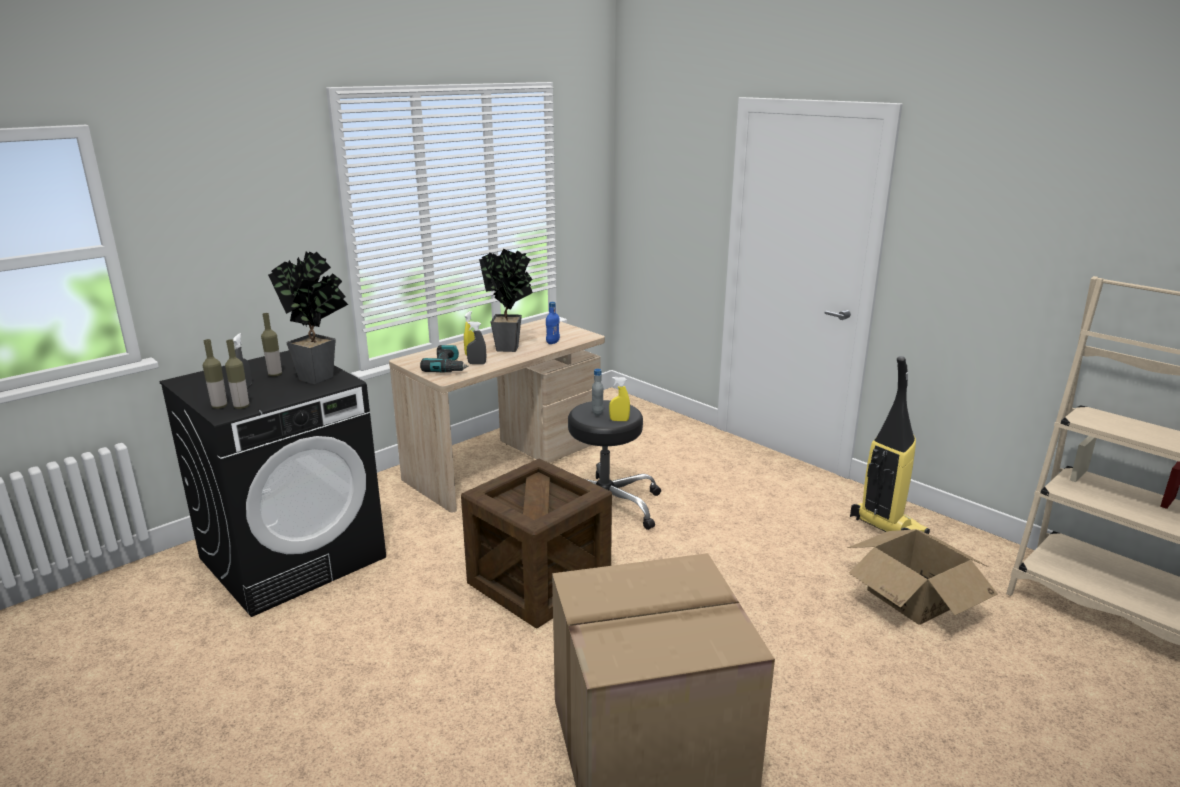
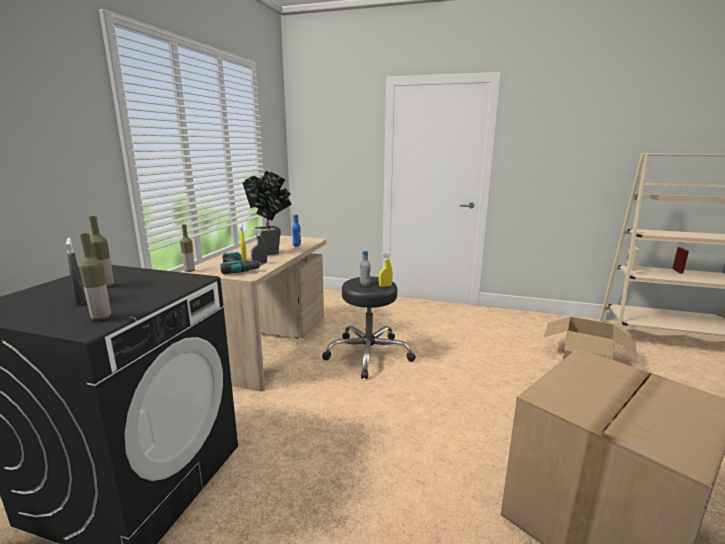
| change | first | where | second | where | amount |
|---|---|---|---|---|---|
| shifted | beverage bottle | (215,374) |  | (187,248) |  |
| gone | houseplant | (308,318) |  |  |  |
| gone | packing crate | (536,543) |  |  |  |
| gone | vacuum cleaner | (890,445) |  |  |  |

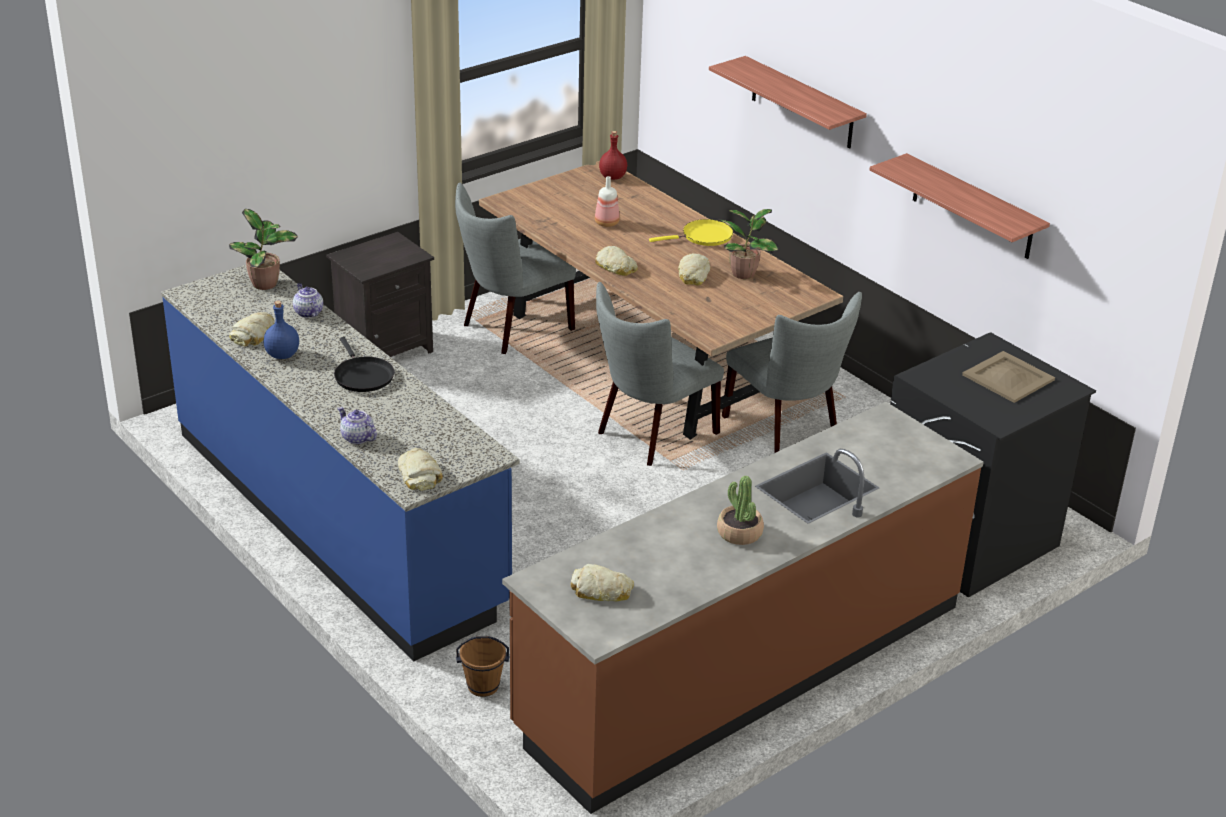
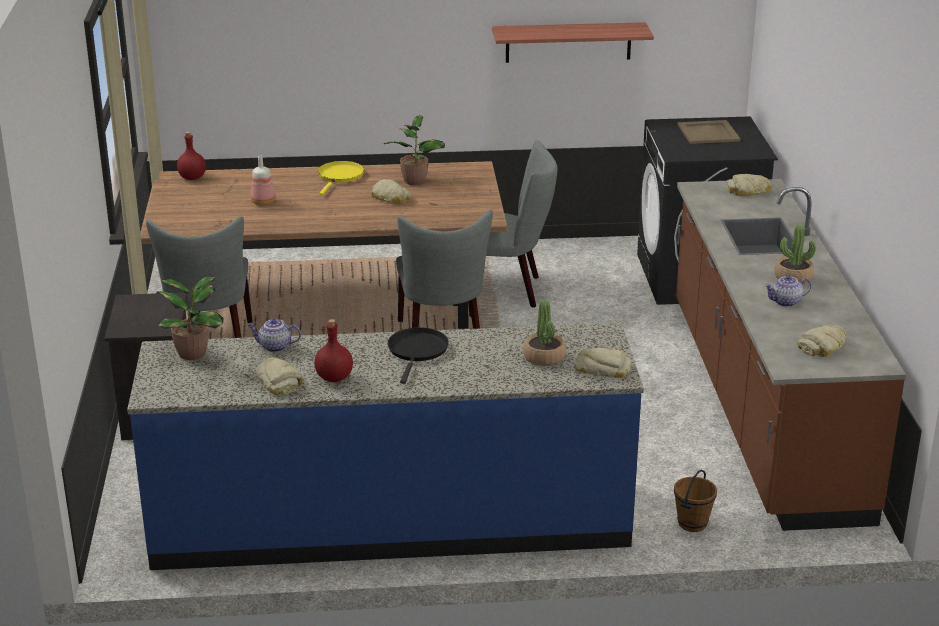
| change | first | where | second | where | amount |
|---|---|---|---|---|---|
| repainted | blue beverage bottle | (281,330) | red beverage bottle | (333,350) |  |
| rotated | black-coloured skillet | (364,364) |  | (418,355) | 90 degrees counterclockwise |
| shifted | teapot | (357,425) |  | (787,291) |  |
| shifted | bakery bread | (616,261) |  | (749,185) |  |
| gone | wall shelf | (788,102) |  |  |  |
| new |  |  | houseplant | (544,332) |  |

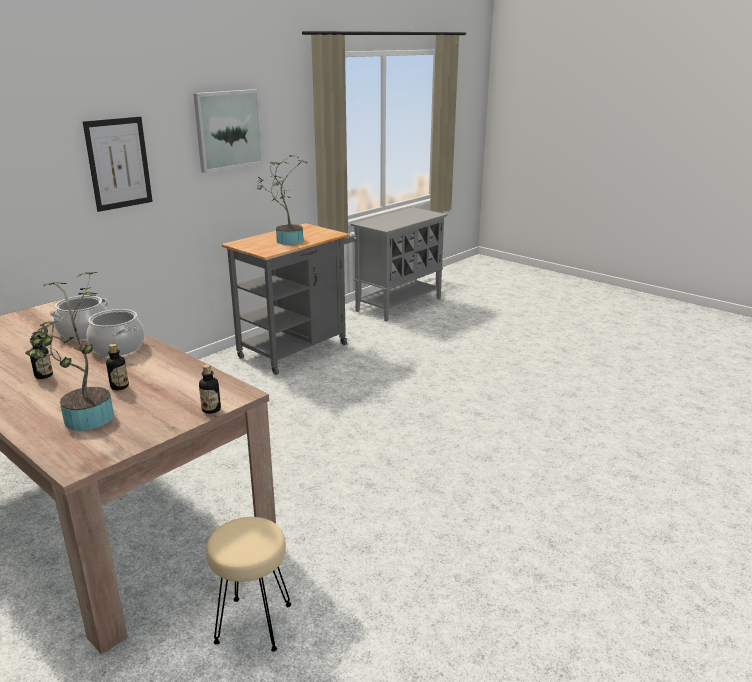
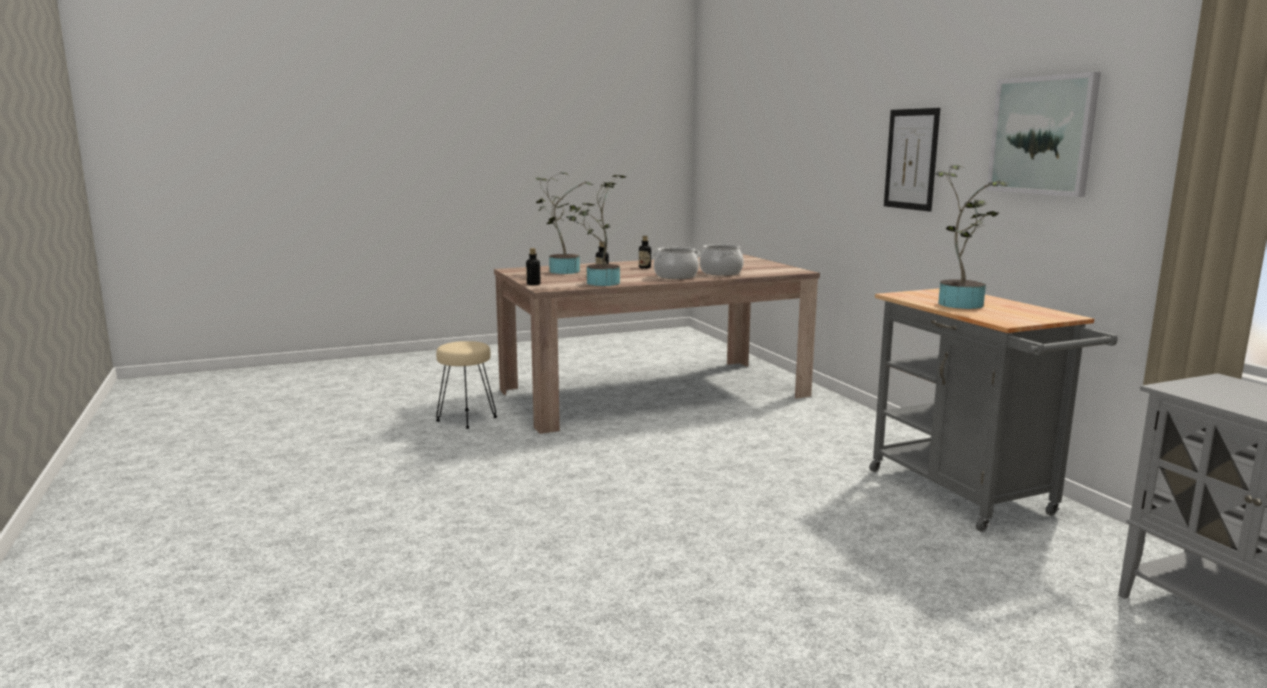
| change | first | where | second | where | amount |
|---|---|---|---|---|---|
| new |  |  | houseplant | (596,230) |  |

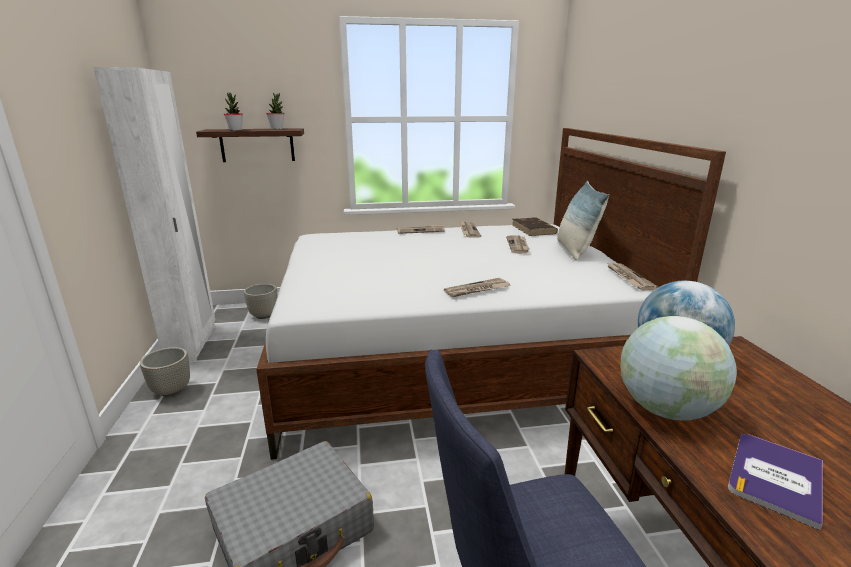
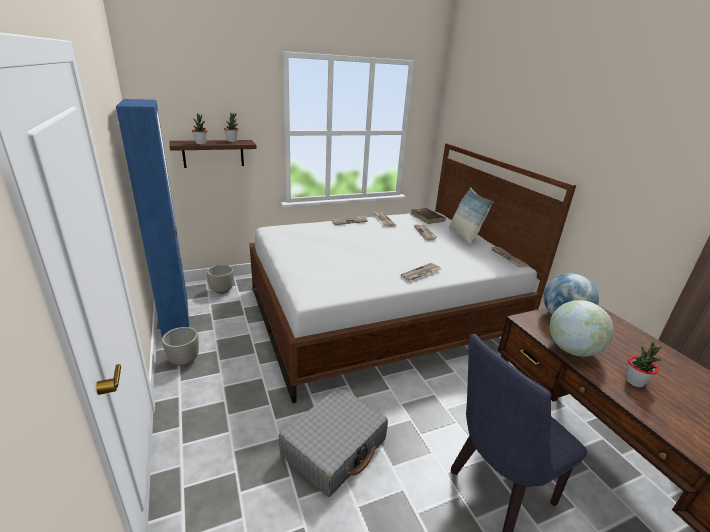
| change | first | where | second | where | amount |
|---|---|---|---|---|---|
| repainted | white armoire | (154,214) | blue armoire | (152,218) |  |
| swapped | bound book | (775,482) | houseplant | (643,364) |  |

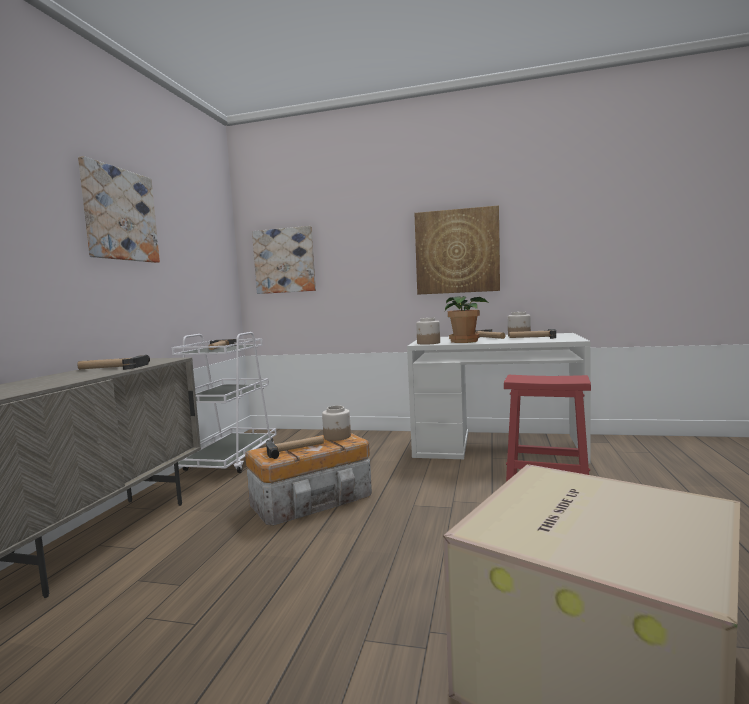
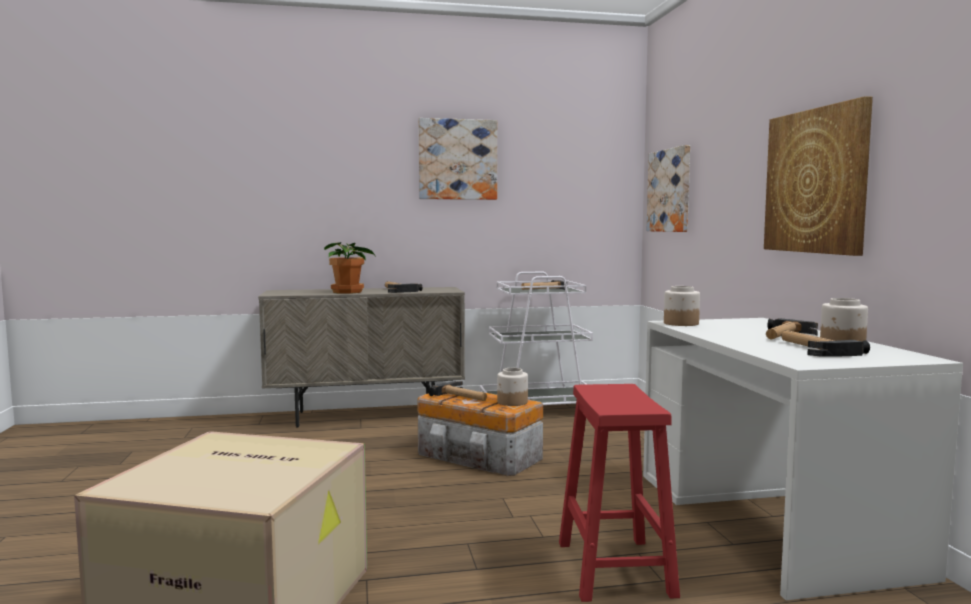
| change | first | where | second | where | amount |
|---|---|---|---|---|---|
| shifted | houseplant | (466,319) |  | (349,268) |  |

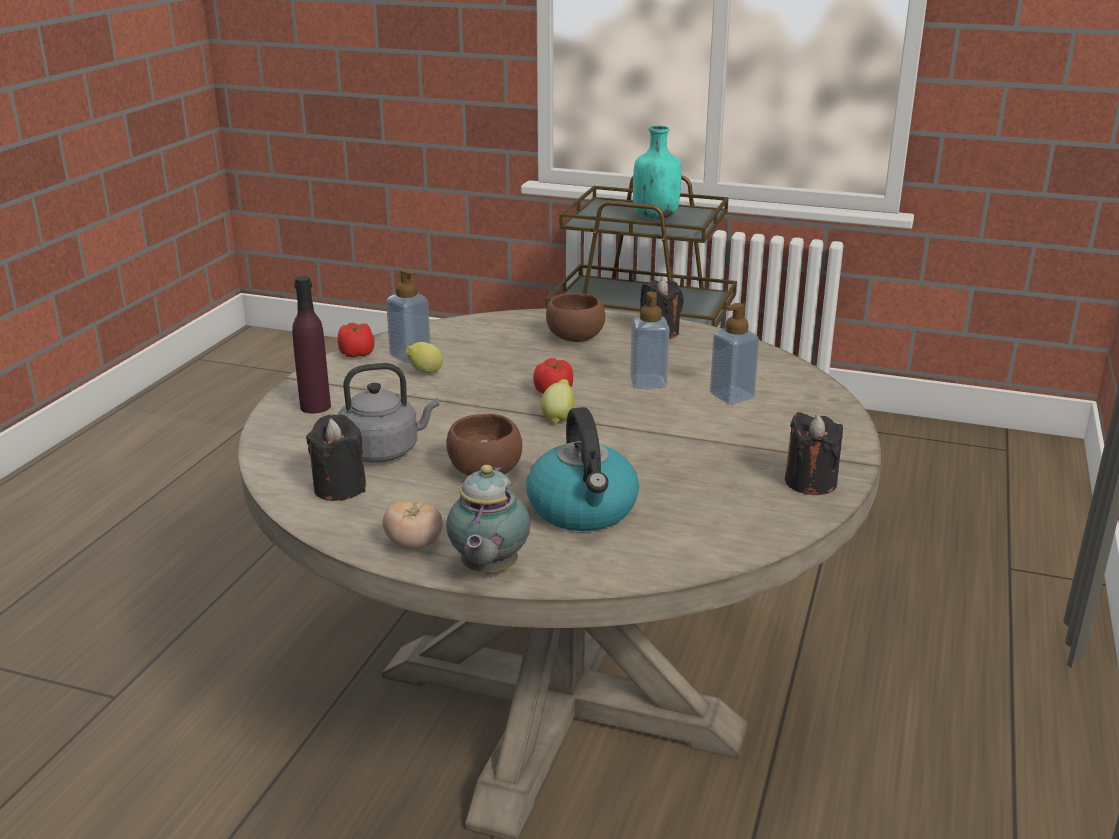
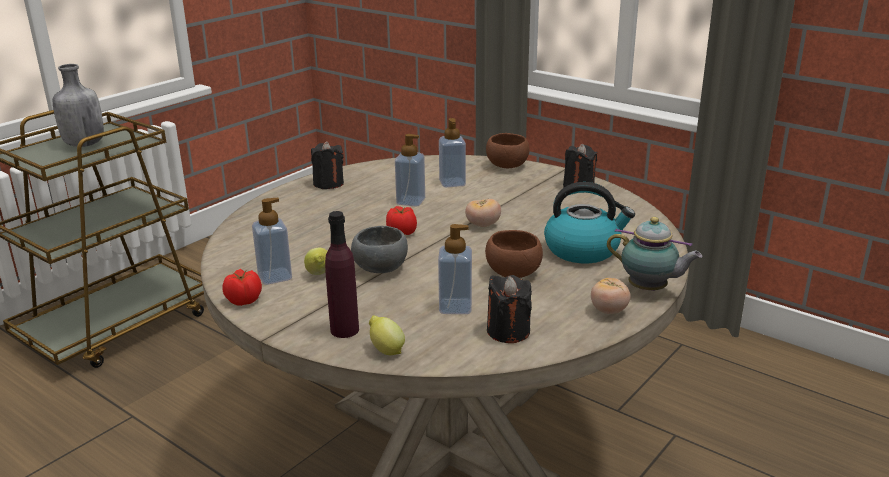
| change | first | where | second | where | amount |
|---|---|---|---|---|---|
| swapped | gray water kettle | (388,413) | soap bottle | (455,269) |  |
| shifted | citrus fruit | (558,401) |  | (387,335) |  |
| shifted | brown-coloured bowl | (575,317) |  | (508,150) |  |
| repainted | turquoise-coloured beverage bottle | (657,172) | gray beverage bottle | (78,105) |  |
| new |  |  | gray bowl | (379,249) |  |
| new |  |  | tomato | (483,213) |  |

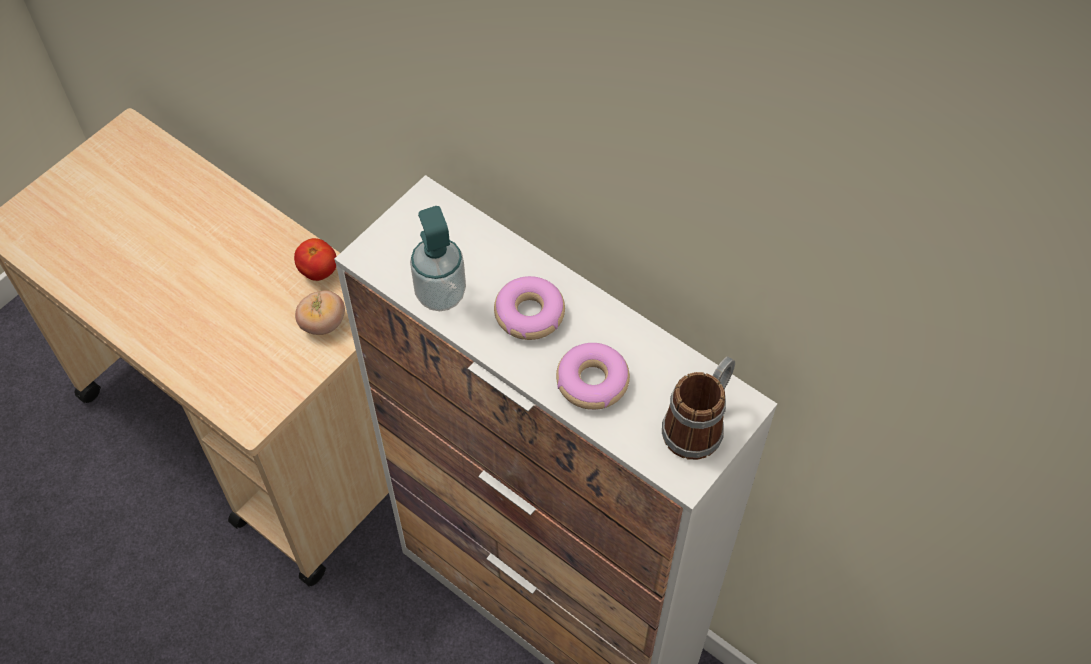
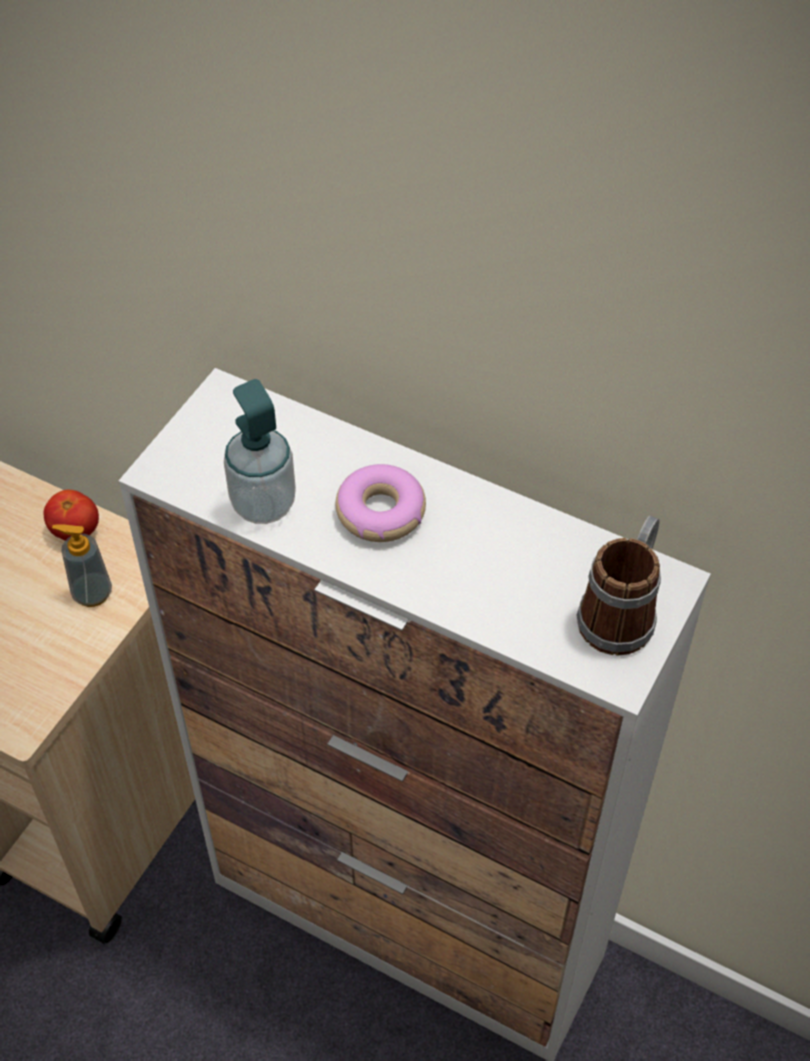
| change | first | where | second | where | amount |
|---|---|---|---|---|---|
| swapped | tomato | (320,312) | soap bottle | (82,565) |  |
| gone | doughnut | (593,376) |  |  |  |

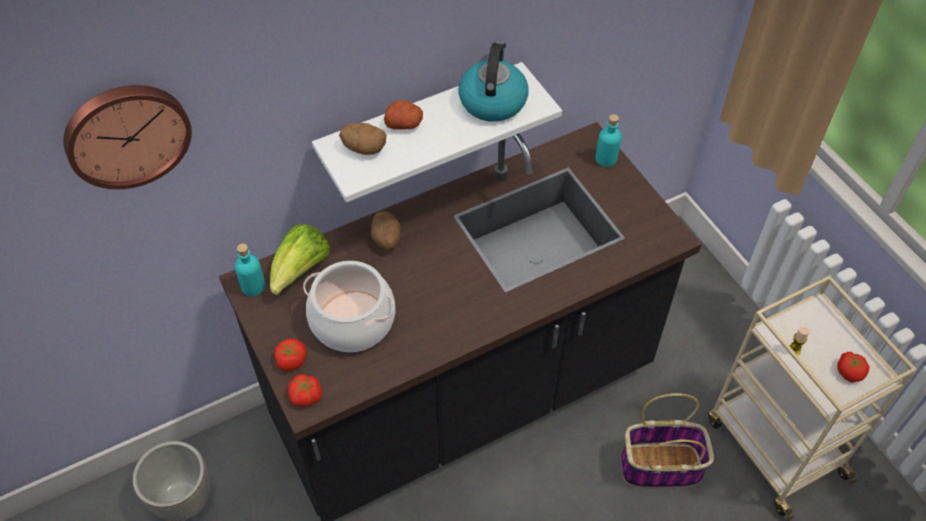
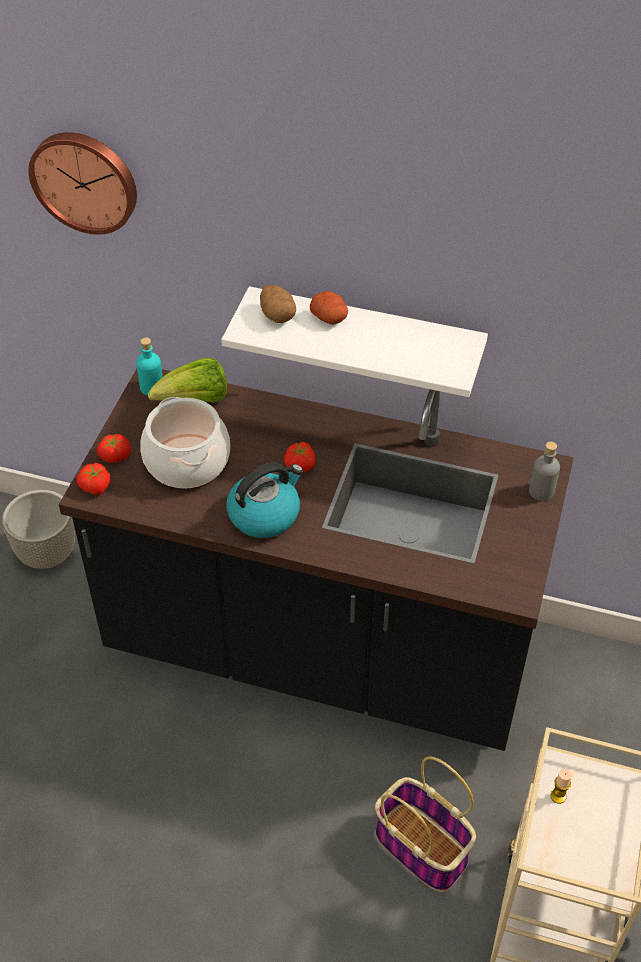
| change | first | where | second | where | amount |
|---|---|---|---|---|---|
| gone | whole potato | (385,230) |  |  |  |
| shifted | water kettle | (493,82) |  | (264,500) |  |
| repainted | turquoise-coloured beverage bottle | (608,140) | gray beverage bottle | (544,471) |  |
| shifted | tomato | (853,367) |  | (300,457) |  |

